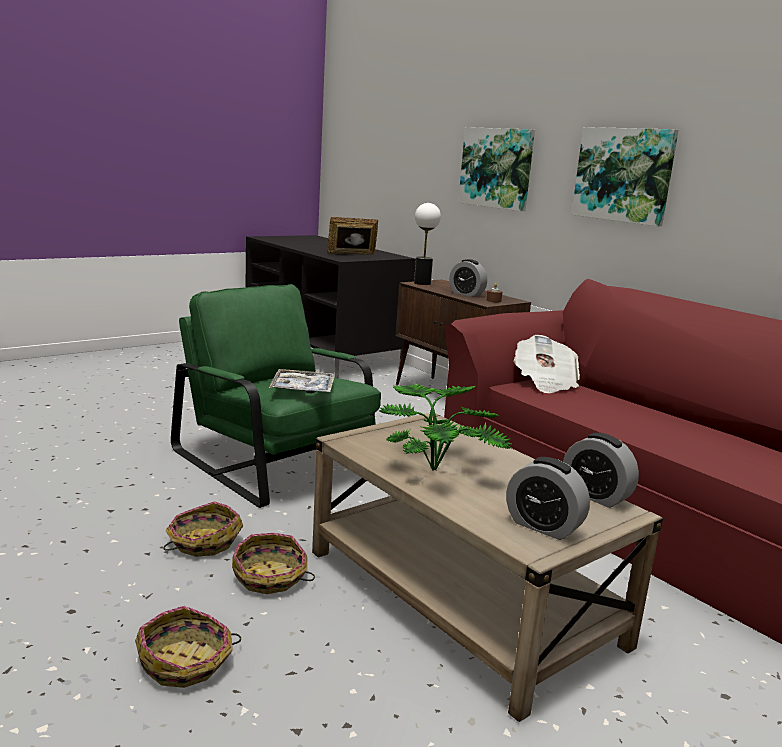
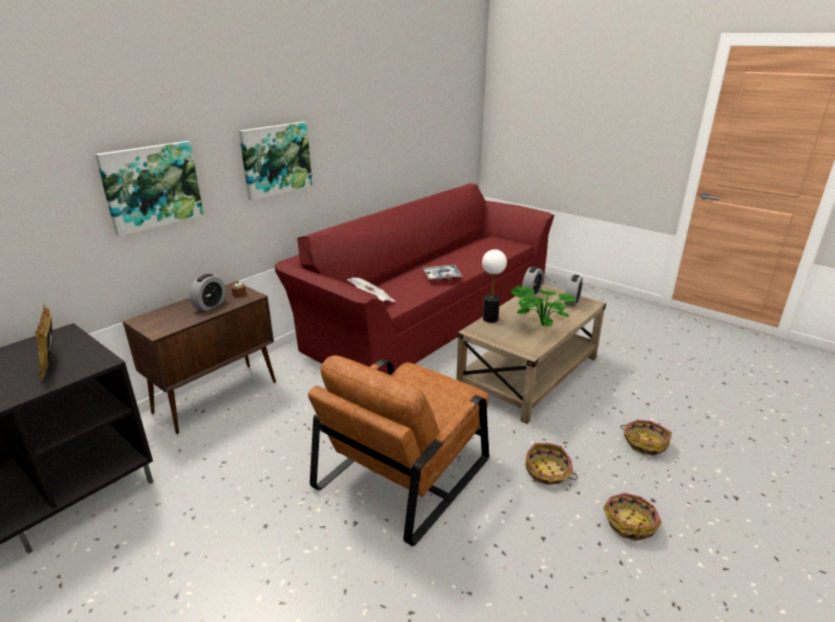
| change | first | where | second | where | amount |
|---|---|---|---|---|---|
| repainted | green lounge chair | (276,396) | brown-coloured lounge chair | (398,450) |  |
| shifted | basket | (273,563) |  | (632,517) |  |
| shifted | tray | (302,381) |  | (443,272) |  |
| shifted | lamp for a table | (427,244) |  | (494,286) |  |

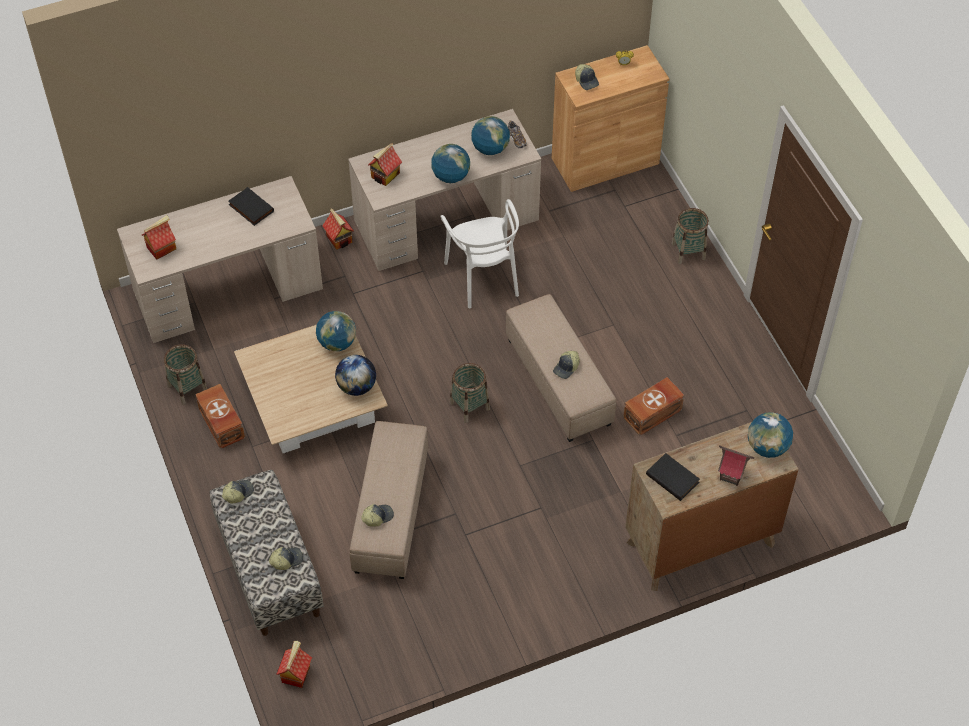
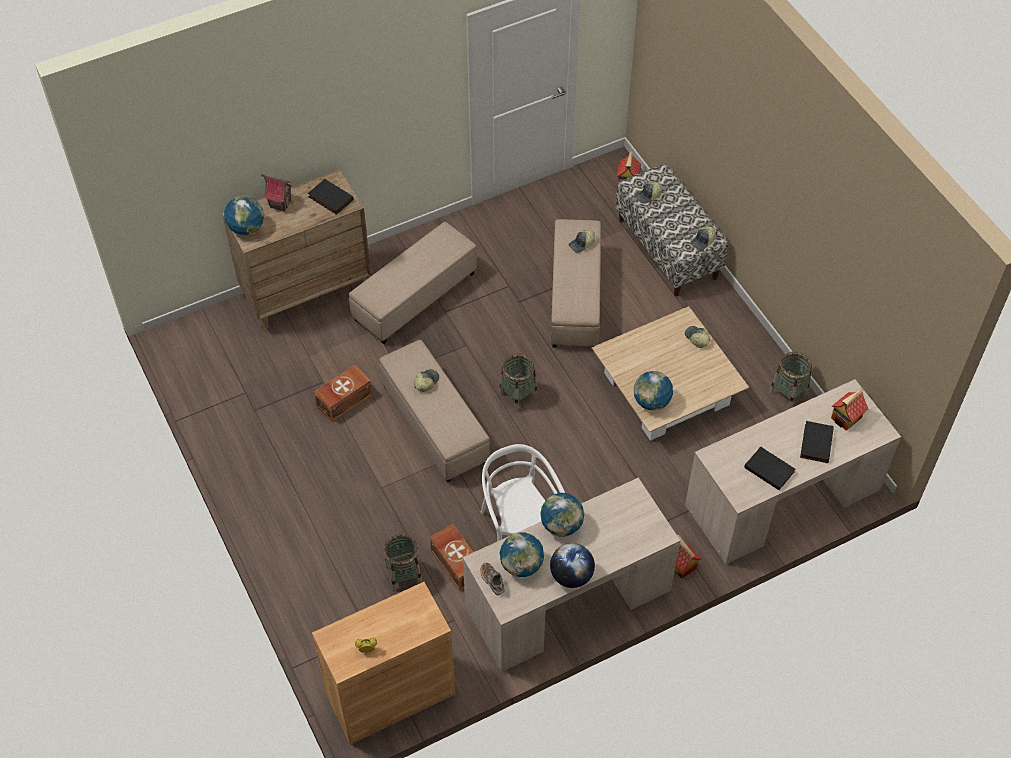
| change | first | where | second | where | amount |
|---|---|---|---|---|---|
| shifted | brown-coloured storage box | (220,416) |  | (451,557) |  |
| shifted | globe | (355,375) |  | (572,565) |  |
| gone | miniature house | (385,164) |  |  |  |
| shifted | baseball cap | (587,77) |  | (697,337) |  |
| shifted | basket | (690,236) |  | (403,563) |  |
| new |  |  | beige-coloured ottoman | (413,283) |  |
| new |  |  | black-coloured bound book | (817,442) |  |

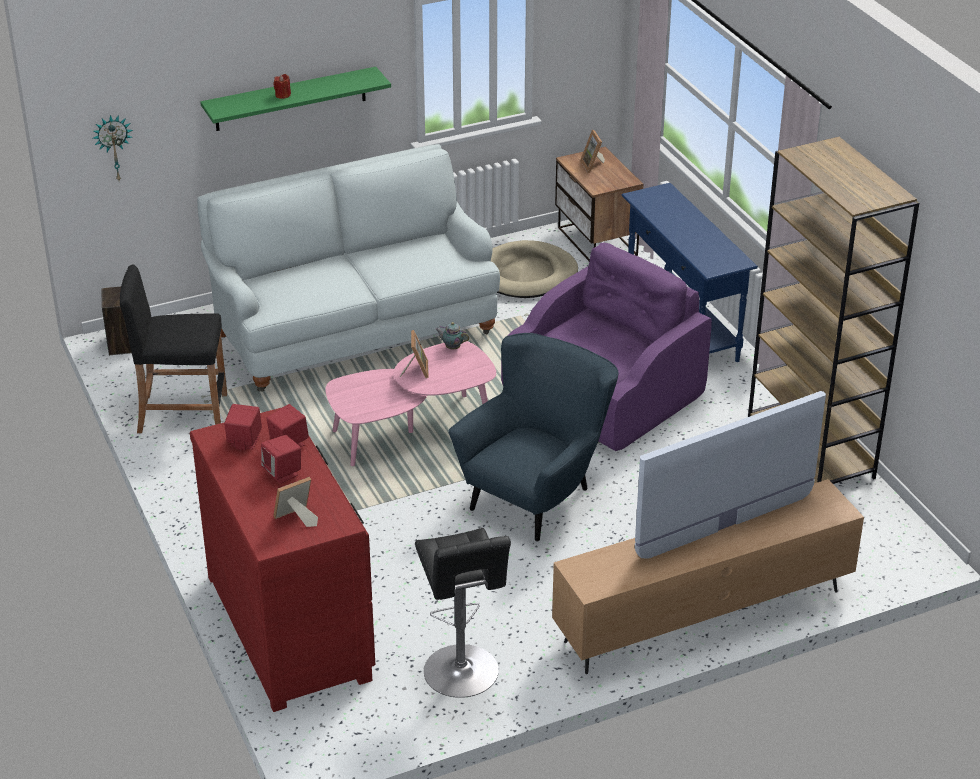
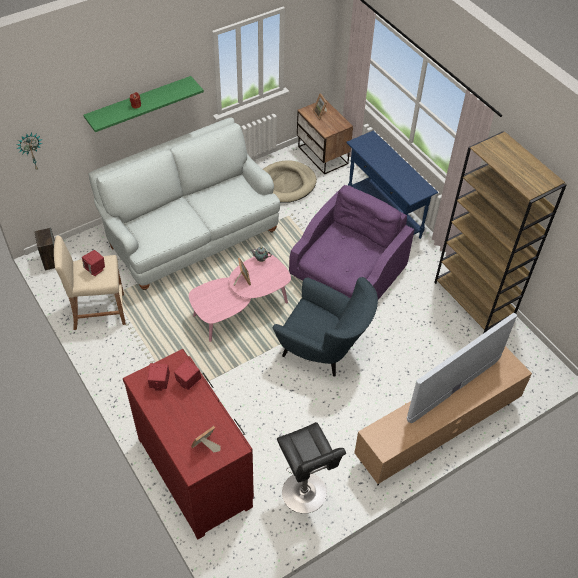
| change | first | where | second | where | amount |
|---|---|---|---|---|---|
| repainted | black-coloured stool seat | (173,349) | beige-coloured stool seat | (90,282) |  |
| shifted | red audio speaker | (281,459) |  | (93,263) |  |
| rotated | blue lounge chair | (533,437) |  | (325,327) | 90 degrees clockwise |

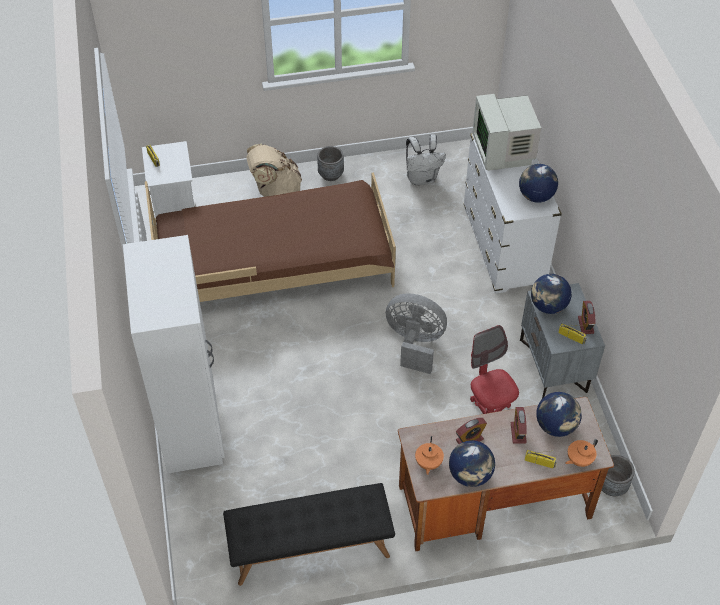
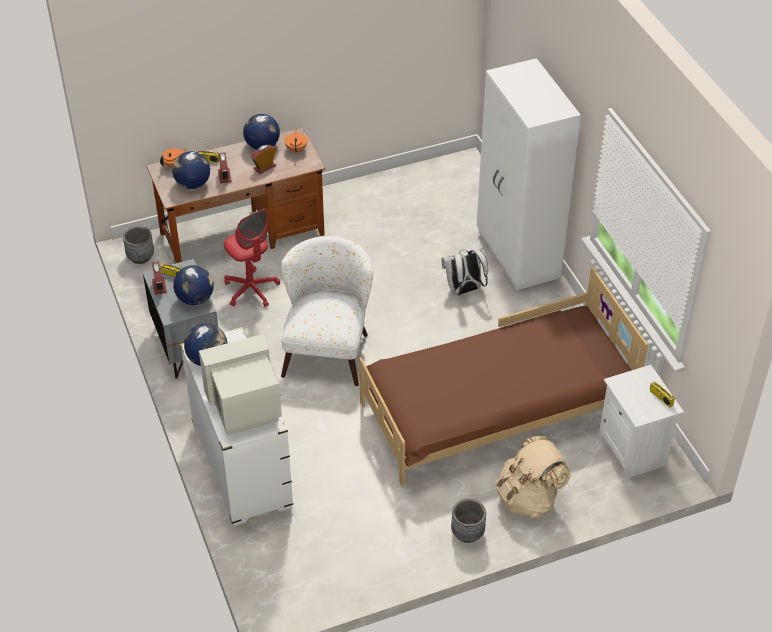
| change | first | where | second | where | amount |
|---|---|---|---|---|---|
| gone | black-coloured bench | (309,534) |  |  |  |
| swapped | gray fan | (416,333) | white lounge chair | (327,311) |  |
| shifted | white backpack | (426,159) |  | (464,271) |  |
| rotated | computer screen | (506,132) |  | (240,384) | 90 degrees counterclockwise |

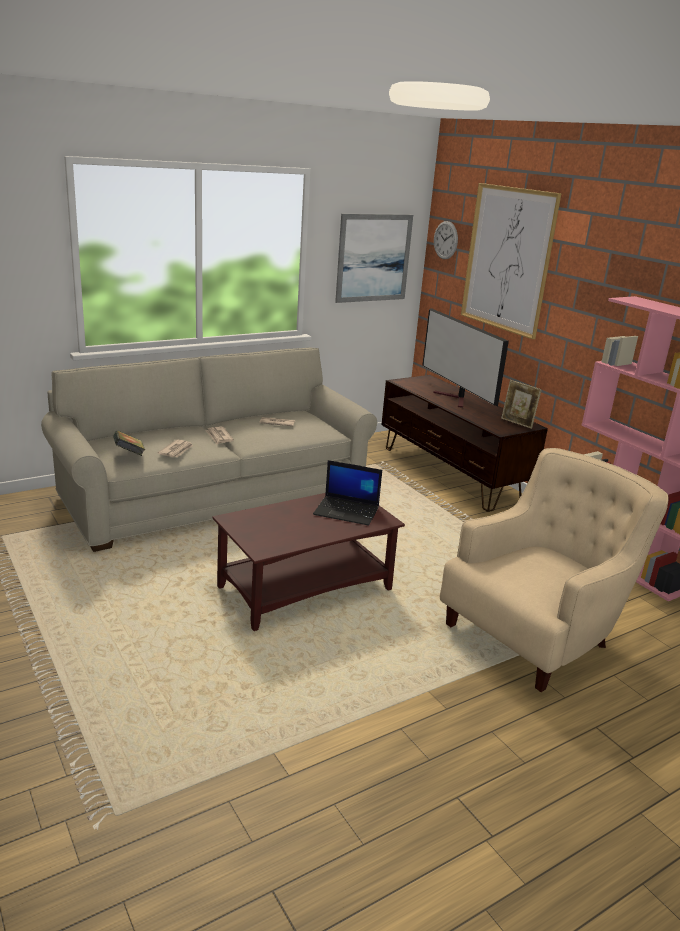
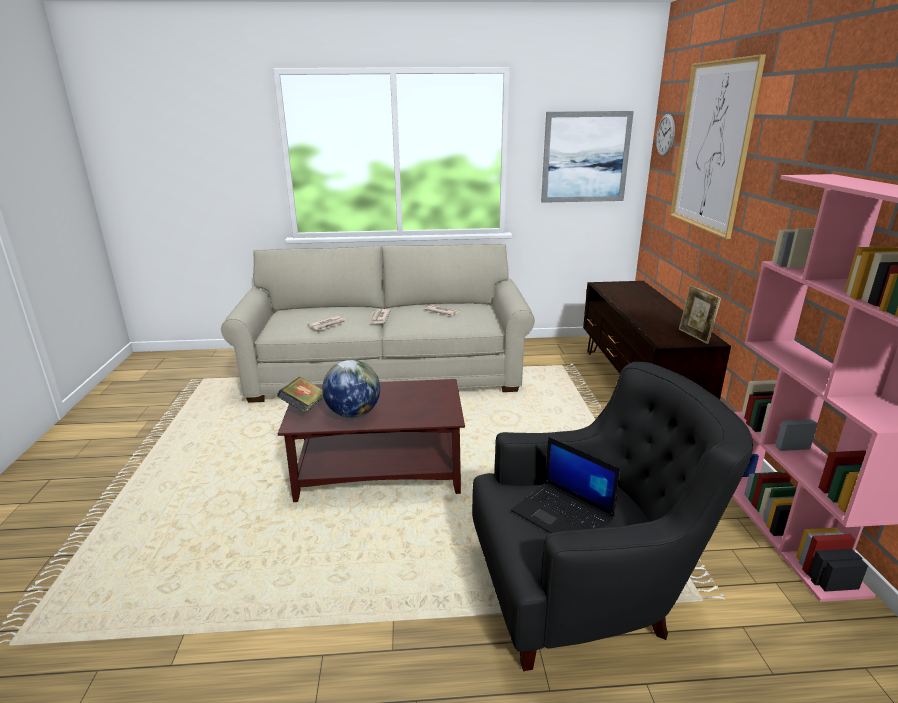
| change | first | where | second | where | amount |
|---|---|---|---|---|---|
| shifted | bound book | (129,443) |  | (300,395) |  |
| shifted | laptop | (347,493) |  | (565,485) |  |
| gone | TV | (465,358) |  |  |  |
| repainted | beige-coloured lounge chair | (554,570) | black-coloured lounge chair | (612,516) |  |
| new |  |  | globe | (351,389) |  |

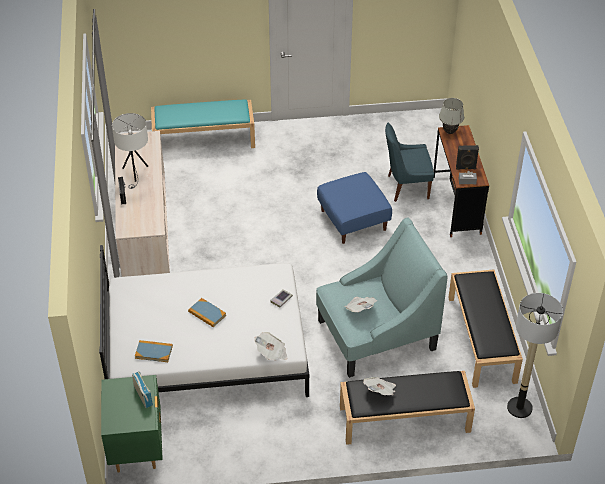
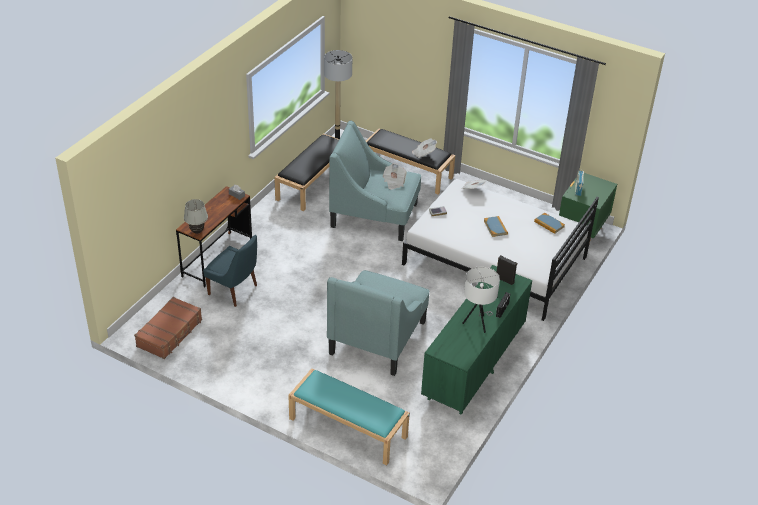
| change | first | where | second | where | amount |
|---|---|---|---|---|---|
| repainted | beige-coloured drawer chest | (142,204) | green drawer chest | (476,340) |  |
| gone | blue ottoman | (354,208) |  |  |  |
| shifted | black-coloured audio speaker | (467,157) |  | (507,270) |  |
| new |  |  | brown-coloured suitcase | (168,328) |  |
| new |  |  | turquoise-coloured lounge chair | (378,323) |  |

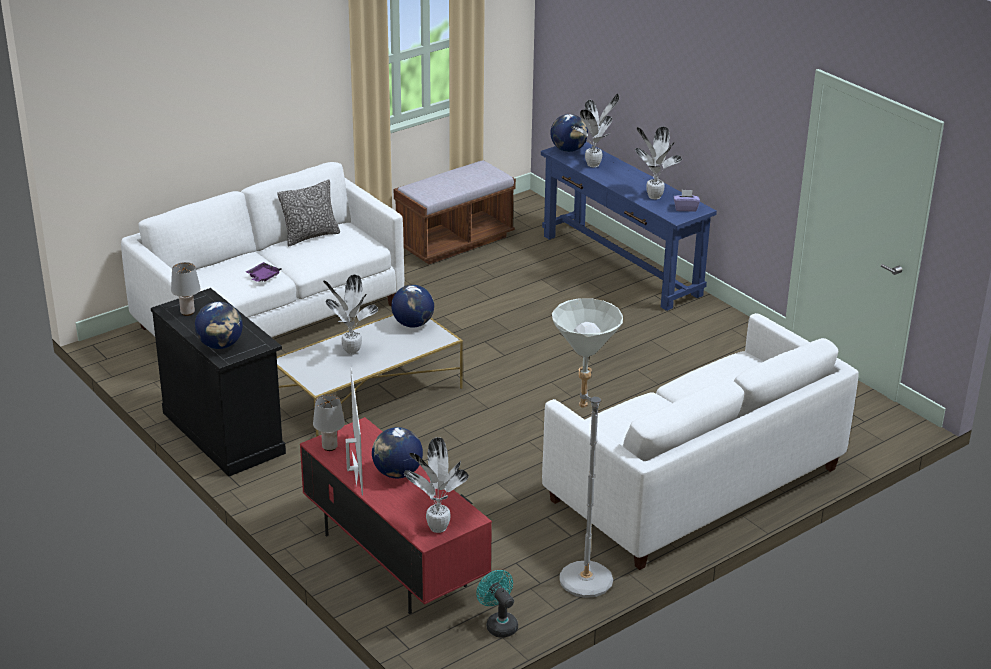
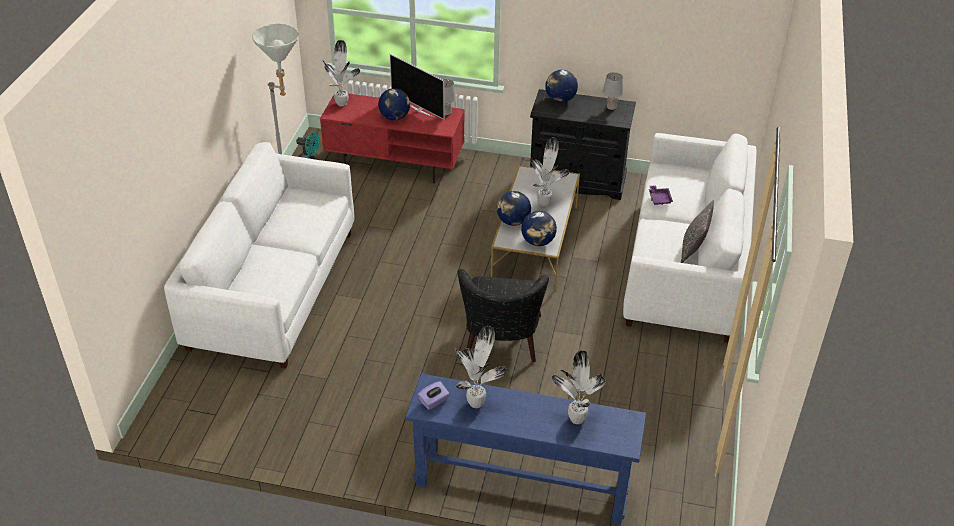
| change | first | where | second | where | amount |
|---|---|---|---|---|---|
| gone | brown-coloured bench | (455,212) |  |  |  |
| shifted | globe | (569,133) |  | (514,208) |  |
| new |  |  | black-coloured lounge chair | (503,315) |  |

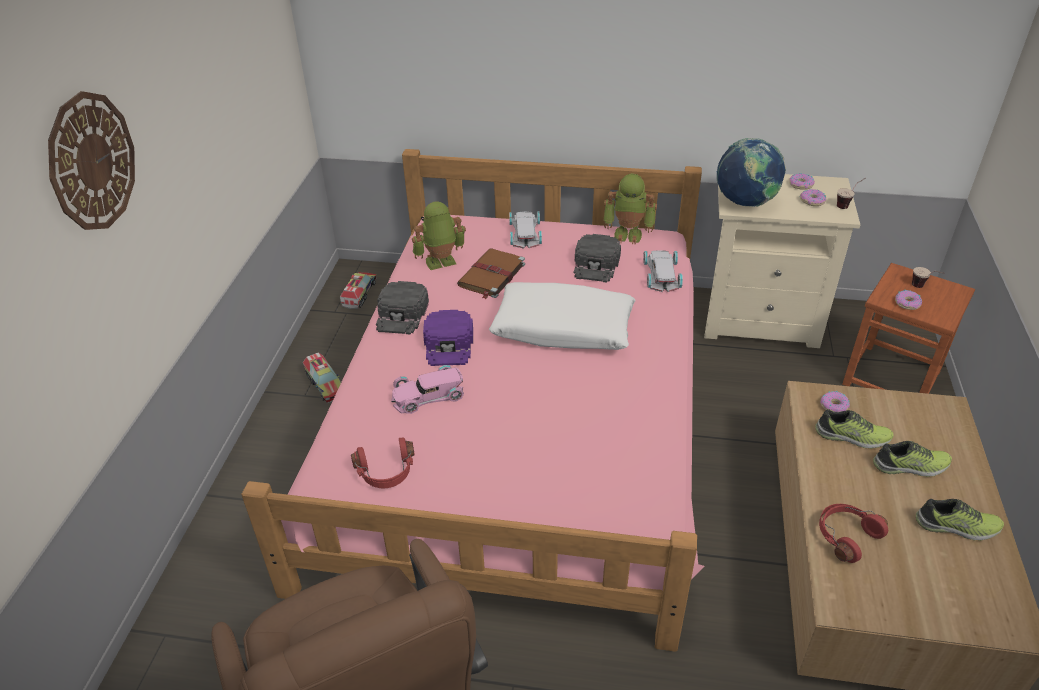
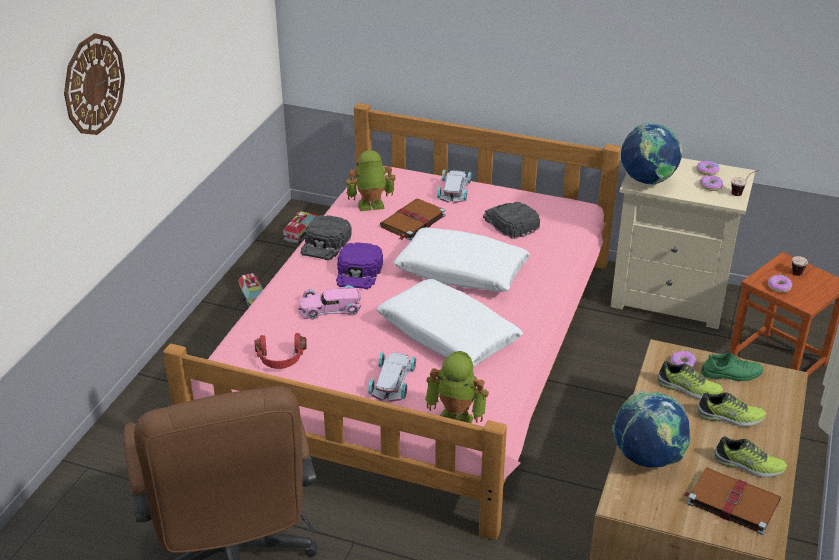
| change | first | where | second | where | amount |
|---|---|---|---|---|---|
| rotated | black-coloured baseball cap | (597,258) |  | (511,220) | 120 degrees clockwise |
| shifted | model robot | (630,209) |  | (457,387) |  |
| shifted | white miniature car | (663,271) |  | (392,377) |  |
| swapped | red headphones | (853,533) | globe | (651,429) |  |
| new |  |  | white throw pillow | (450,323) |  |
| new |  |  | brown-coloured bound book | (732,501) |  |
| new |  |  | green low shoe | (732,367) |  |

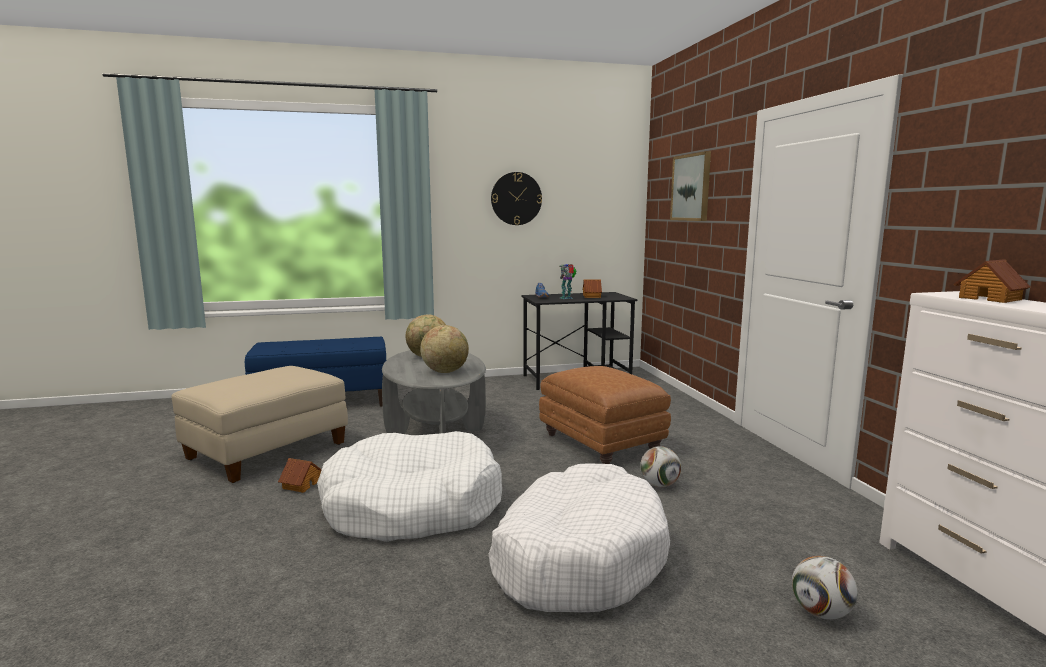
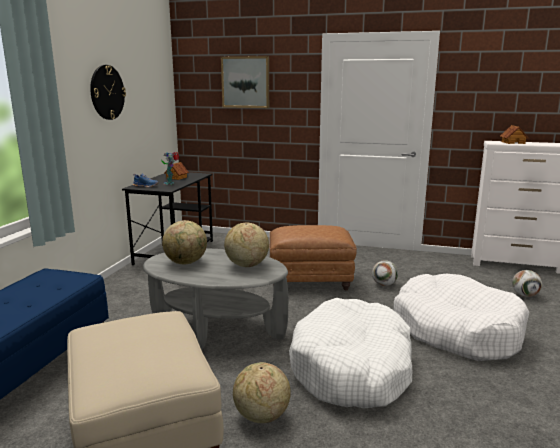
| change | first | where | second | where | amount |
|---|---|---|---|---|---|
| swapped | miniature house | (300,475) | globe | (262,392) |  |

